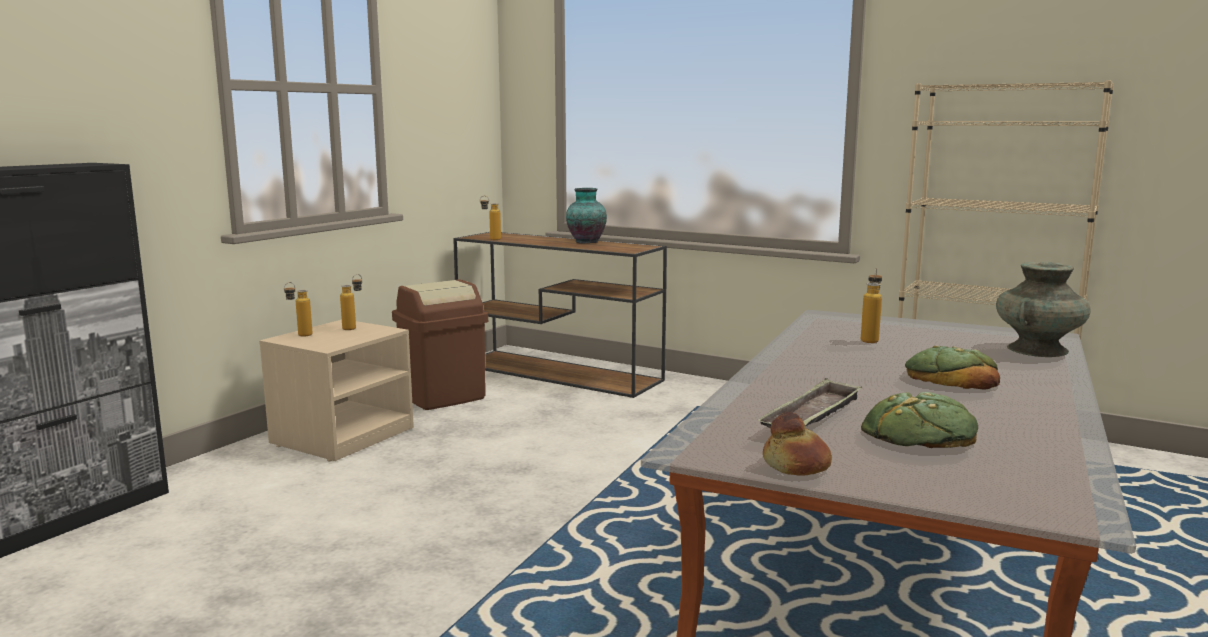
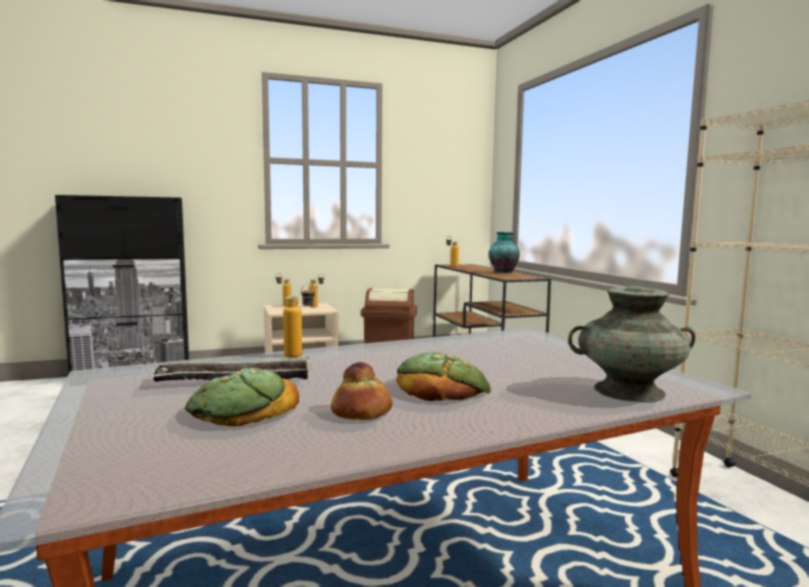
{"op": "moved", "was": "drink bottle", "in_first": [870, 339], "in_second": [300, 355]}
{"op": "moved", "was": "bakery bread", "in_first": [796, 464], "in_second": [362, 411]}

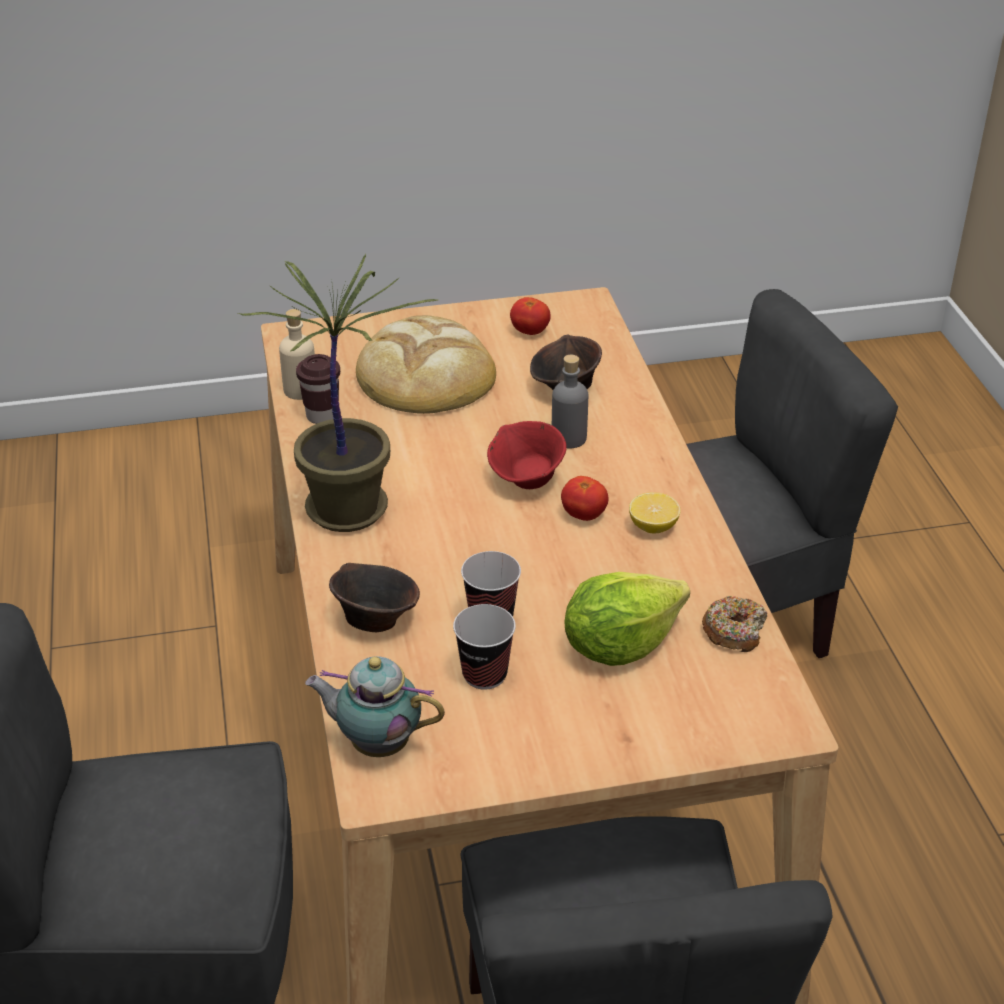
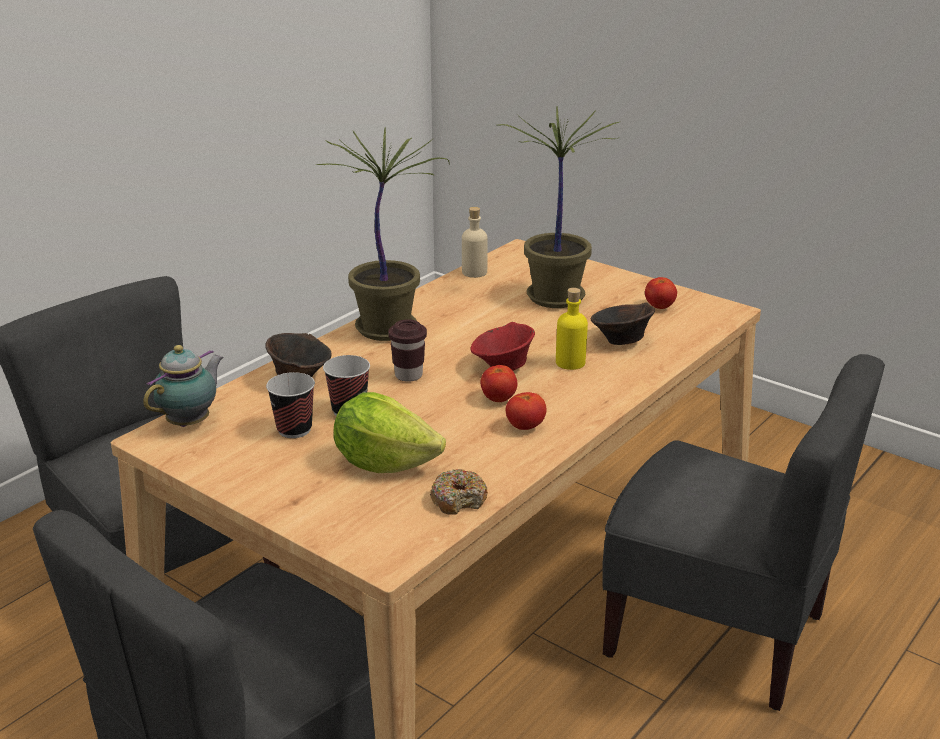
{"op": "turned", "was": "tea pot", "in_first": [376, 743], "in_second": [191, 422], "clockwise": 60}
{"op": "moved", "was": "brownish drinking cup", "in_first": [322, 416], "in_second": [408, 375]}
{"op": "replaced", "was": "bakery bread", "now": "houseplant", "in_first": [426, 374], "in_second": [553, 297]}
{"op": "replaced", "was": "whole lemon", "now": "tomato", "in_first": [653, 527], "in_second": [525, 427]}
{"op": "recoloured", "was": "grey drink bottle", "now": "yellow drink bottle", "in_first": [569, 438], "in_second": [570, 362]}

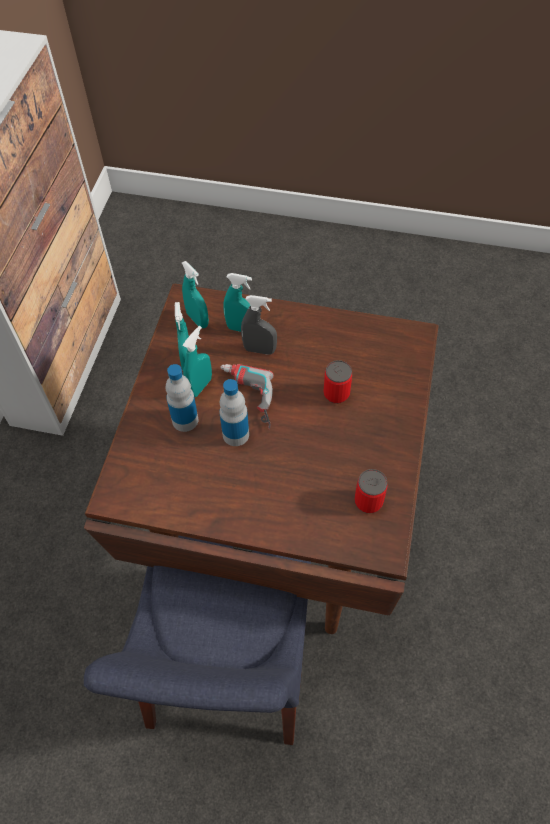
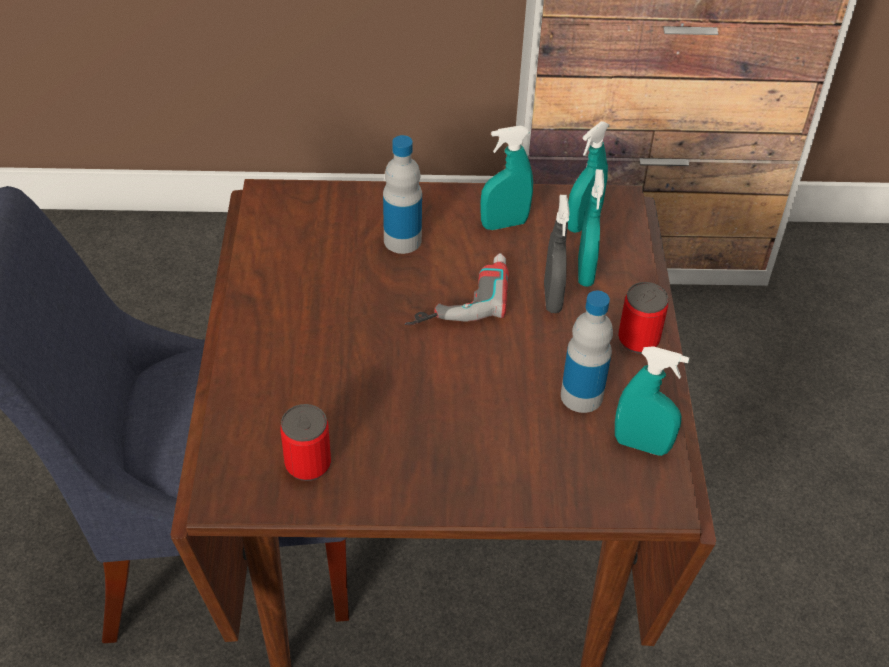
{"op": "moved", "was": "drink bottle", "in_first": [236, 434], "in_second": [581, 396]}
{"op": "moved", "was": "turquoise sprayer", "in_first": [200, 386], "in_second": [641, 445]}
{"op": "moved", "was": "can", "in_first": [336, 393], "in_second": [638, 340]}

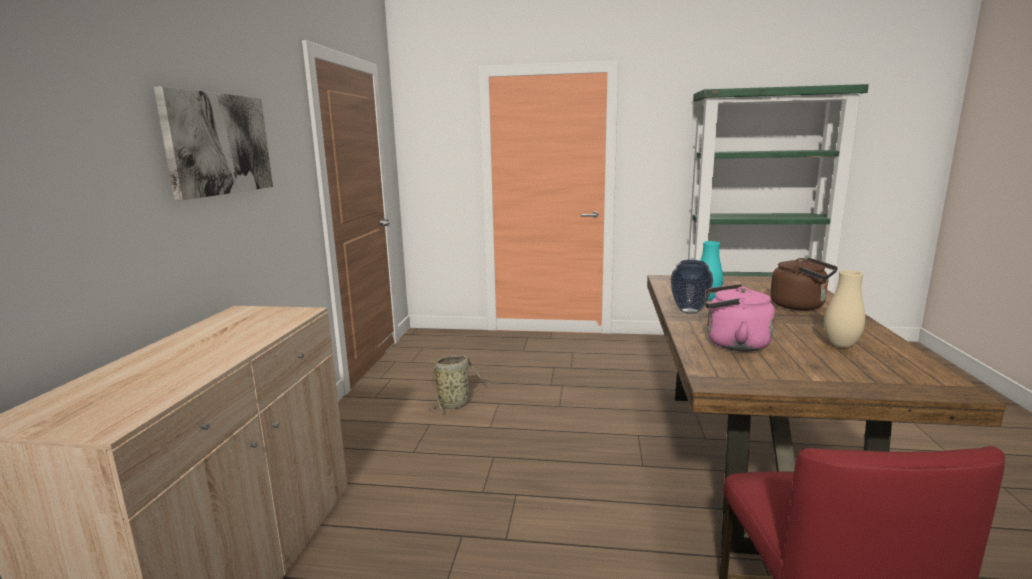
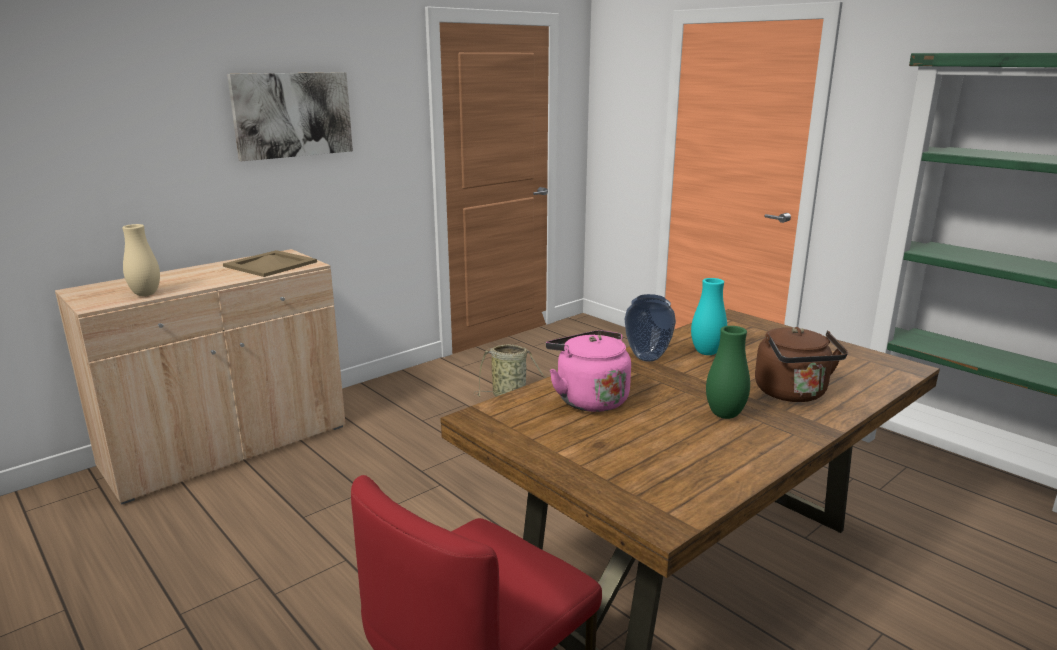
{"op": "moved", "was": "beige flower vase", "in_first": [840, 345], "in_second": [146, 294]}
{"op": "added", "now": "beige tray", "in_second": [271, 264]}
{"op": "added", "now": "green-coloured flower vase", "in_second": [724, 415]}

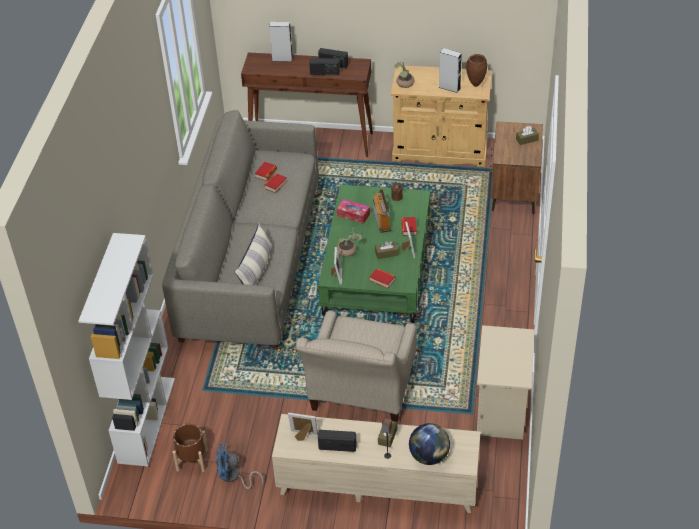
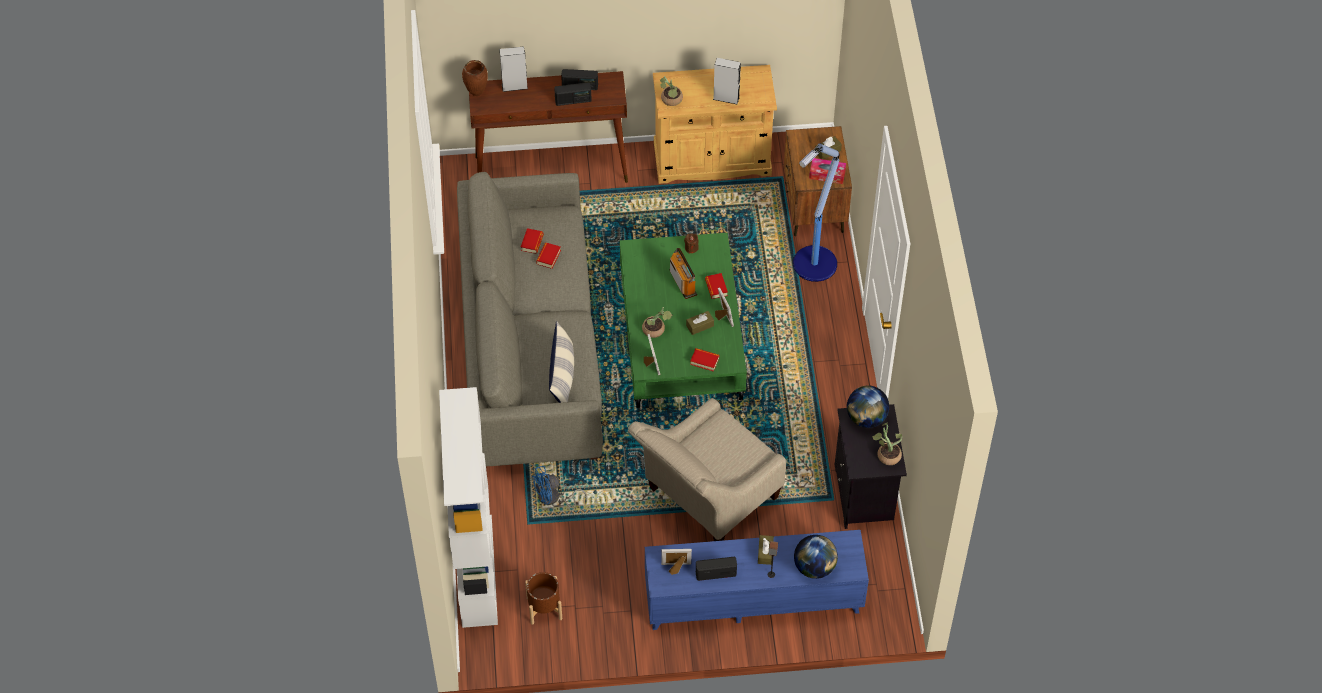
{"op": "moved", "was": "brownish flower vase", "in_first": [475, 85], "in_second": [476, 94]}
{"op": "moved", "was": "bluish cooling fan", "in_first": [233, 477], "in_second": [553, 498]}
{"op": "turned", "was": "beige armchair", "in_first": [360, 395], "in_second": [706, 499], "clockwise": 45}
{"op": "recoloured", "was": "beige tv unit", "now": "bluish tv unit", "in_first": [377, 484], "in_second": [753, 599]}
{"op": "added", "now": "floor lamp", "in_second": [814, 265]}
{"op": "moved", "was": "box of tissues", "in_first": [353, 215], "in_second": [827, 174]}
{"op": "recoloured", "was": "beige nightstand", "now": "blackish nightstand", "in_first": [501, 414], "in_second": [865, 495]}
{"op": "added", "now": "globe", "in_second": [866, 418]}
{"op": "added", "now": "houseplant", "in_second": [886, 454]}

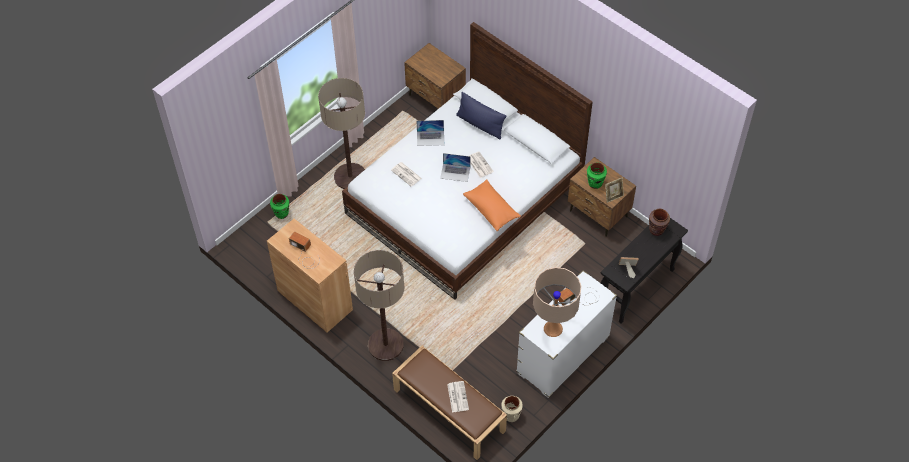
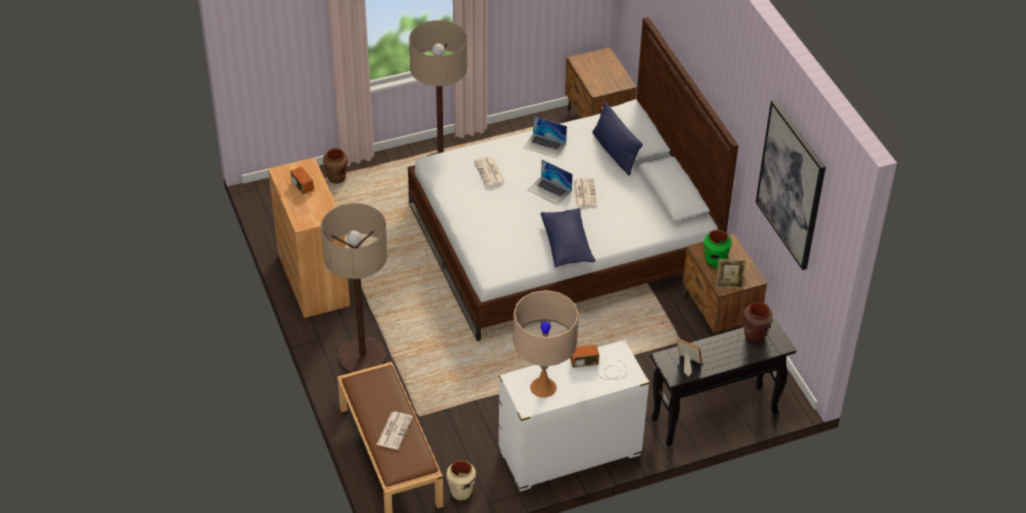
{"op": "recoloured", "was": "green-coloured flower vase", "now": "brownish flower vase", "in_first": [282, 214], "in_second": [336, 178]}
{"op": "recoloured", "was": "orange-coloured cushion", "now": "bluish cushion", "in_first": [491, 210], "in_second": [567, 245]}
{"op": "added", "now": "wall picture", "in_second": [791, 184]}

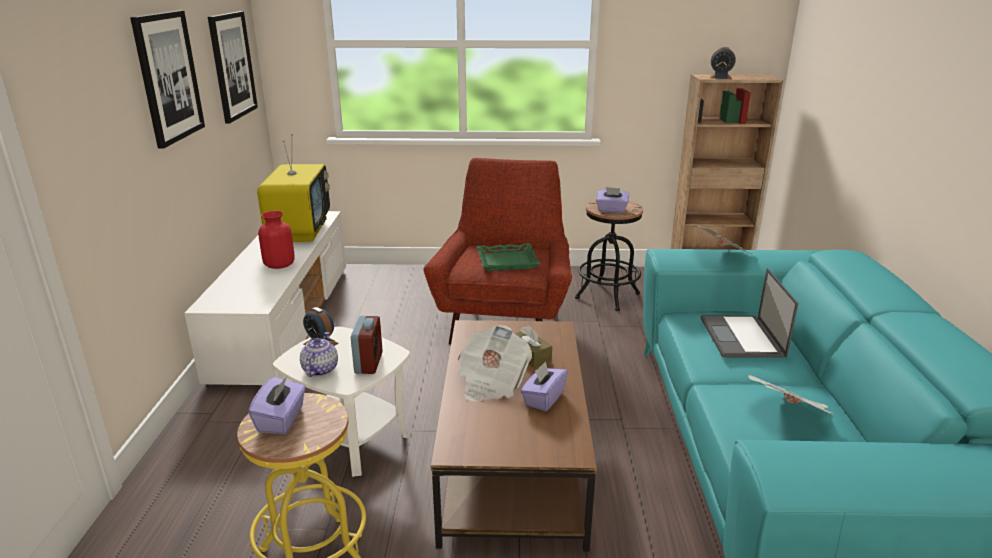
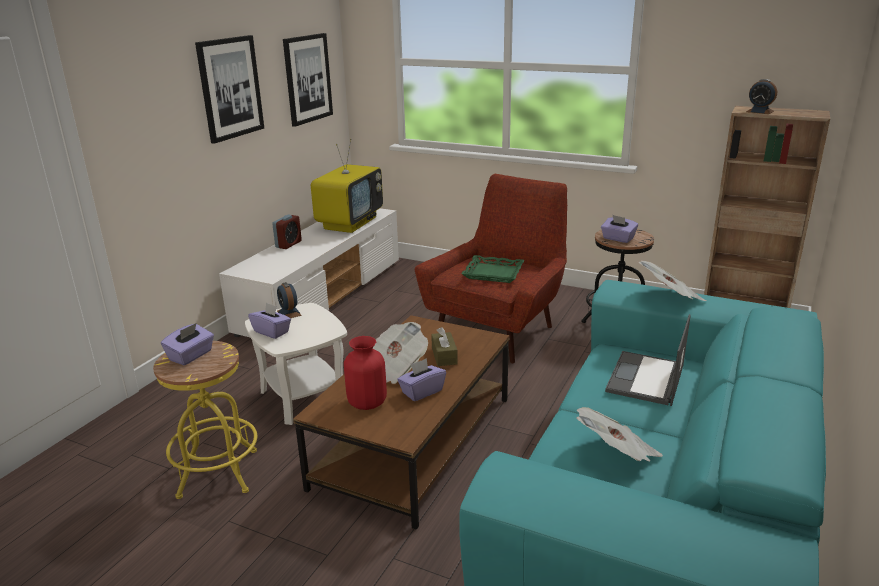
{"op": "replaced", "was": "tea pot", "now": "purple box of tissues", "in_first": [320, 369], "in_second": [272, 332]}
{"op": "moved", "was": "bedside clock", "in_first": [368, 363], "in_second": [288, 244]}
{"op": "moved", "was": "reddish flower vase", "in_first": [279, 265], "in_second": [367, 402]}

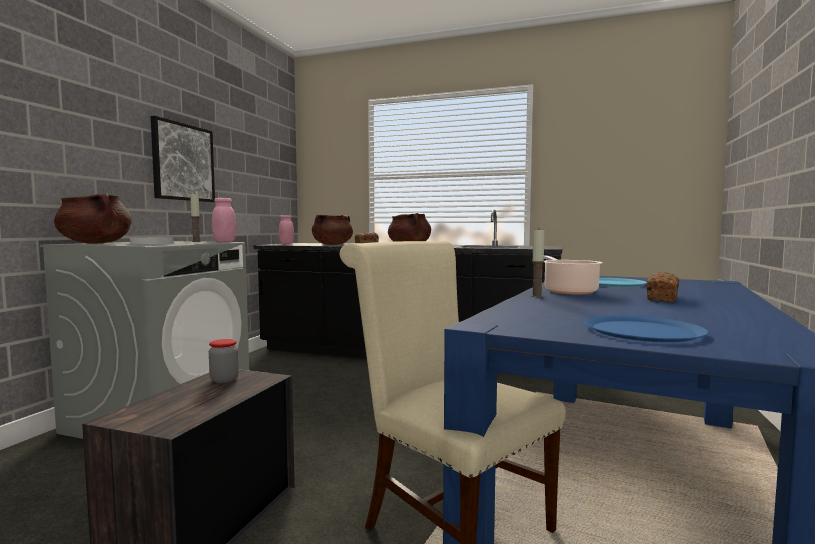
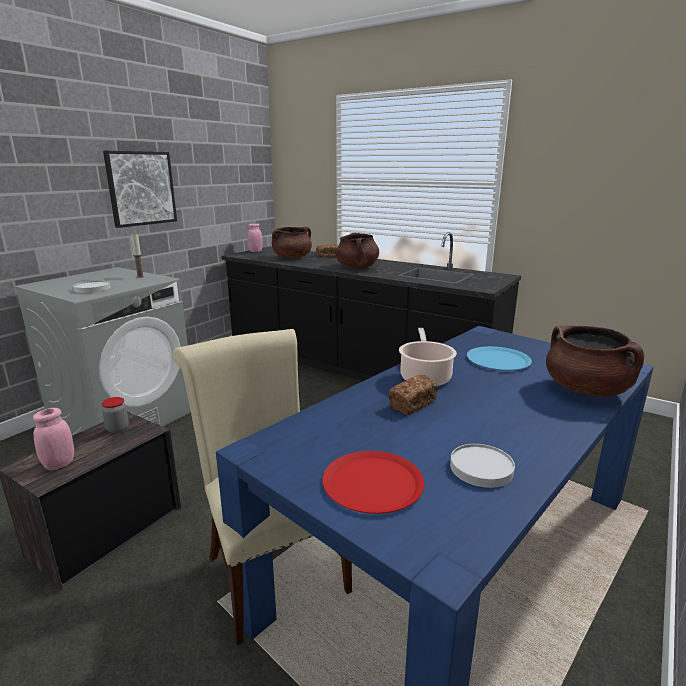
{"op": "moved", "was": "pinkish storage jar", "in_first": [224, 241], "in_second": [59, 464]}
{"op": "recoloured", "was": "bluish flat dish", "now": "reddish flat dish", "in_first": [643, 331], "in_second": [373, 483]}
{"op": "moved", "was": "bakery bread", "in_first": [662, 298], "in_second": [412, 404]}
{"op": "added", "now": "white flat dish", "in_second": [481, 468]}
{"op": "moved", "was": "brownish saucepot", "in_first": [96, 243], "in_second": [586, 390]}
{"op": "removed", "was": "wax light", "in_first": [537, 296]}

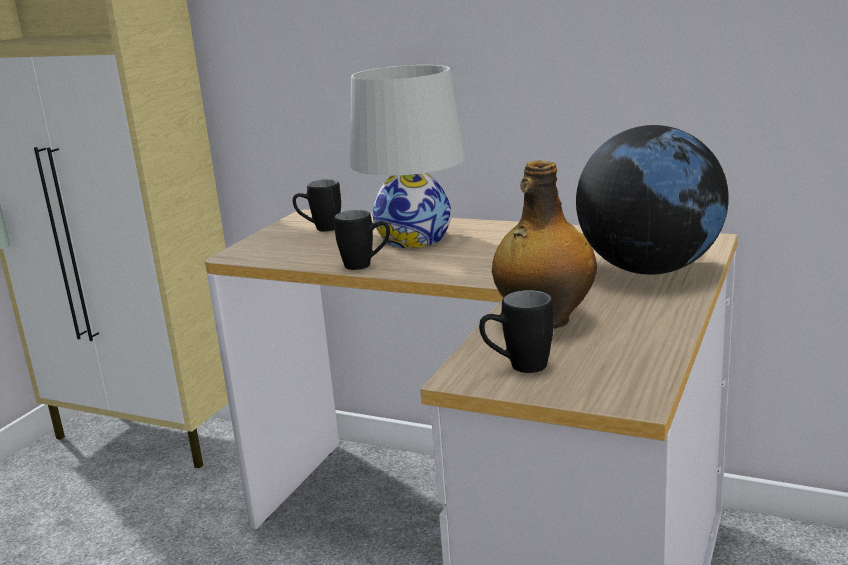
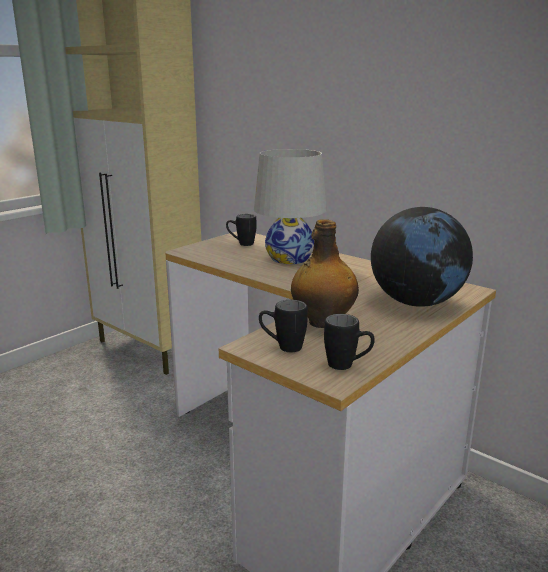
{"op": "moved", "was": "blackish mug", "in_first": [366, 265], "in_second": [347, 366]}

